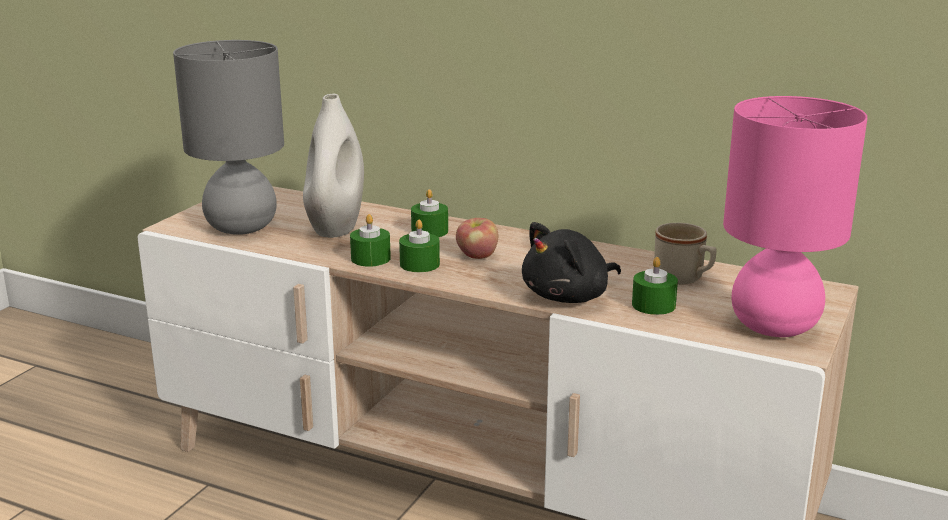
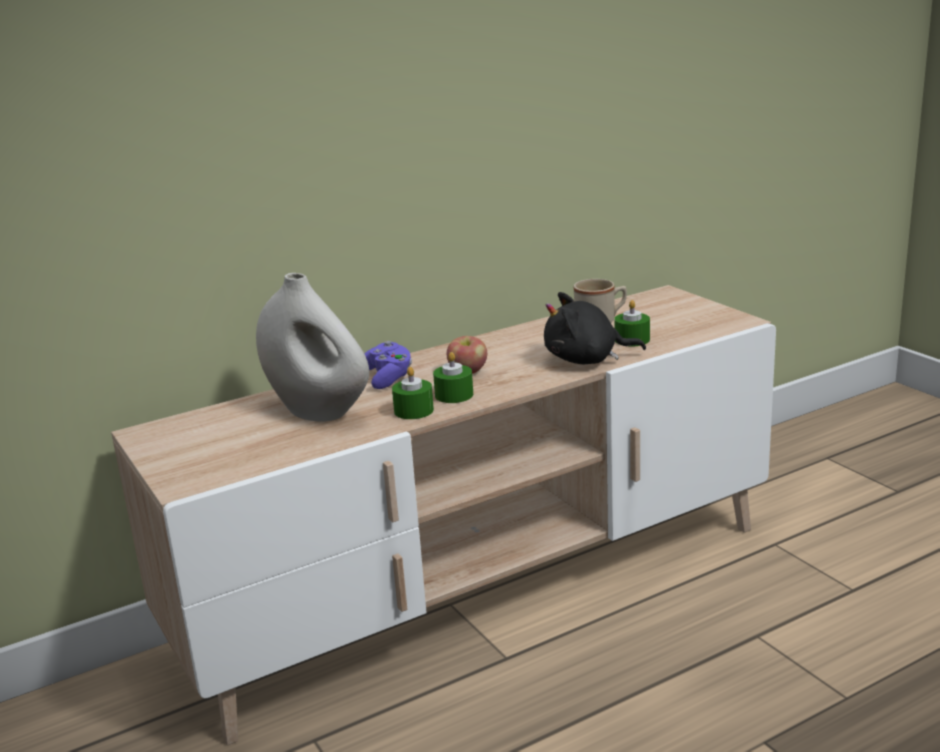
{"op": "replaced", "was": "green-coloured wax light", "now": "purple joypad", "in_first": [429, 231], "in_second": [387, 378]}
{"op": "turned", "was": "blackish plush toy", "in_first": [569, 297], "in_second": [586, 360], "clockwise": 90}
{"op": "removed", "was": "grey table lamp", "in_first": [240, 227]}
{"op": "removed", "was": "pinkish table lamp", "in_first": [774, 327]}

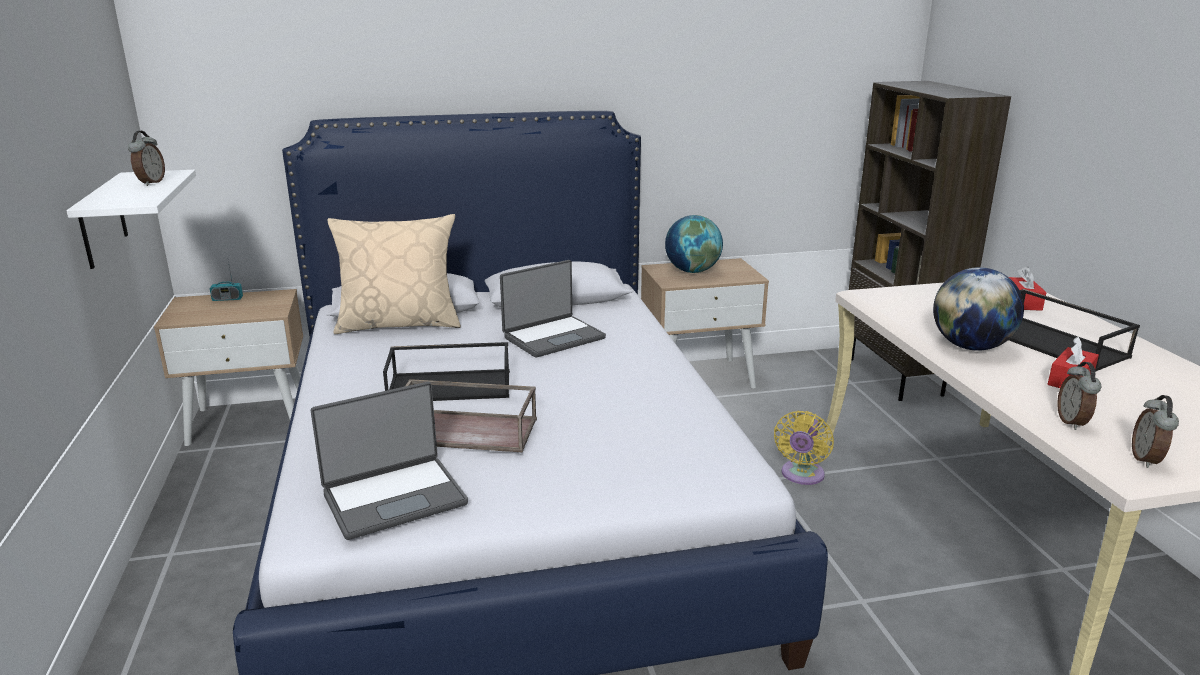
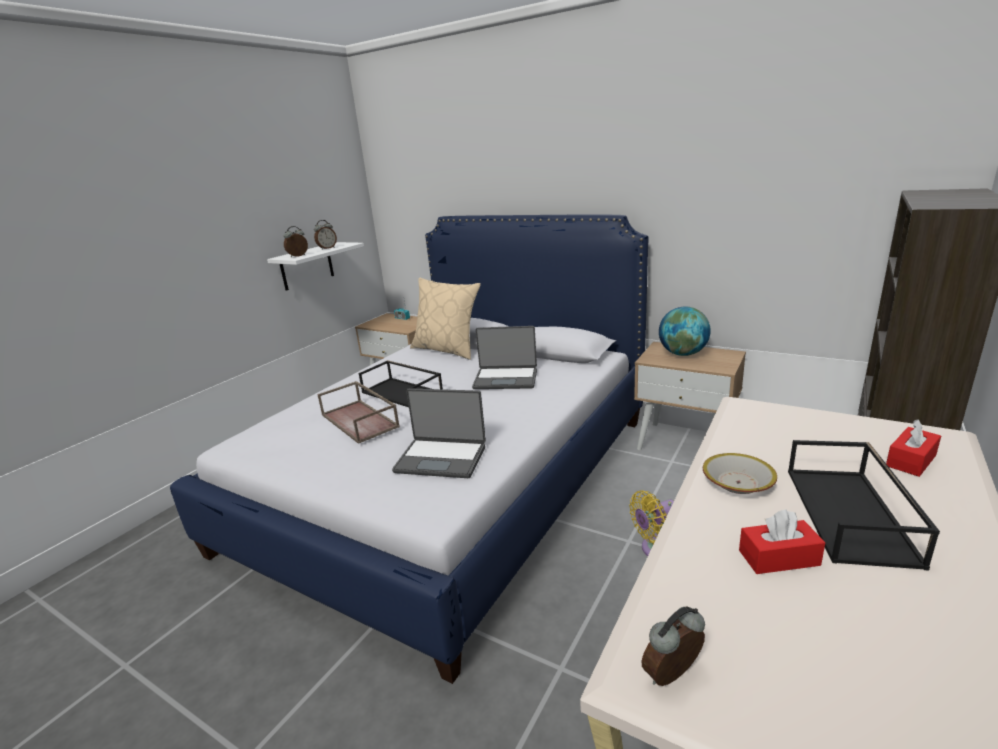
{"op": "moved", "was": "bedside clock", "in_first": [1073, 422], "in_second": [298, 256]}
{"op": "moved", "was": "notebook computer", "in_first": [394, 497], "in_second": [441, 458]}
{"op": "replaced", "was": "globe", "now": "deep dish", "in_first": [970, 347], "in_second": [738, 483]}

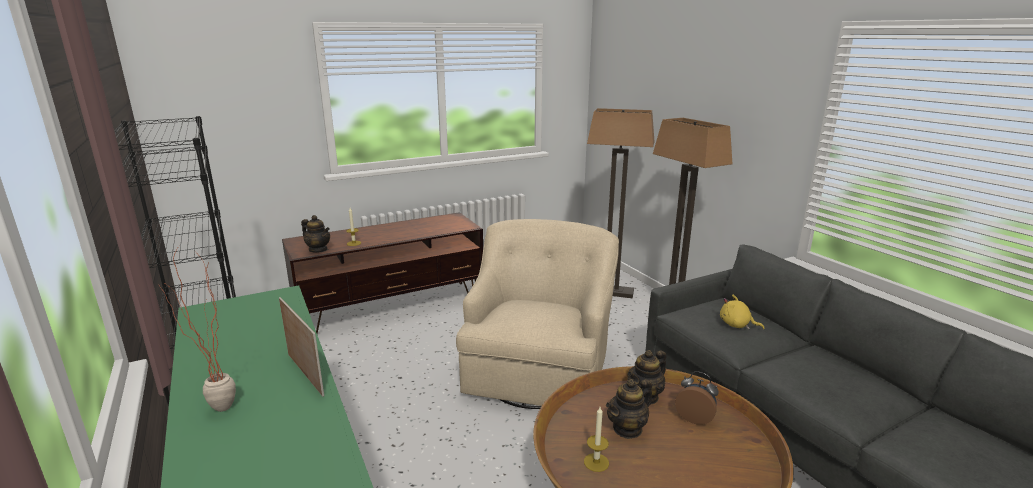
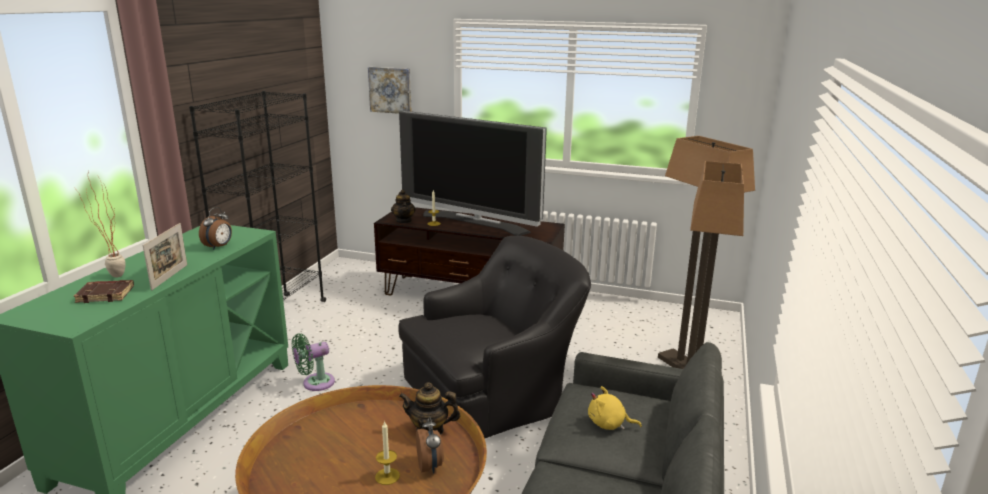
{"op": "added", "now": "brownish book", "in_second": [106, 294]}
{"op": "added", "now": "bedside clock", "in_second": [219, 247]}
{"op": "added", "now": "green-coloured cooling fan", "in_second": [315, 383]}
{"op": "added", "now": "wall picture", "in_second": [391, 90]}
{"op": "moved", "was": "wax light", "in_first": [596, 462], "in_second": [387, 476]}
{"op": "recoloured", "was": "beige armchair", "now": "blackish armchair", "in_first": [539, 367], "in_second": [494, 394]}
{"op": "added", "now": "TV", "in_second": [474, 223]}
{"op": "turned", "was": "yellow plush toy", "in_first": [737, 325], "in_second": [609, 424], "clockwise": -60}
{"op": "removed", "was": "tea pot", "in_first": [627, 429]}

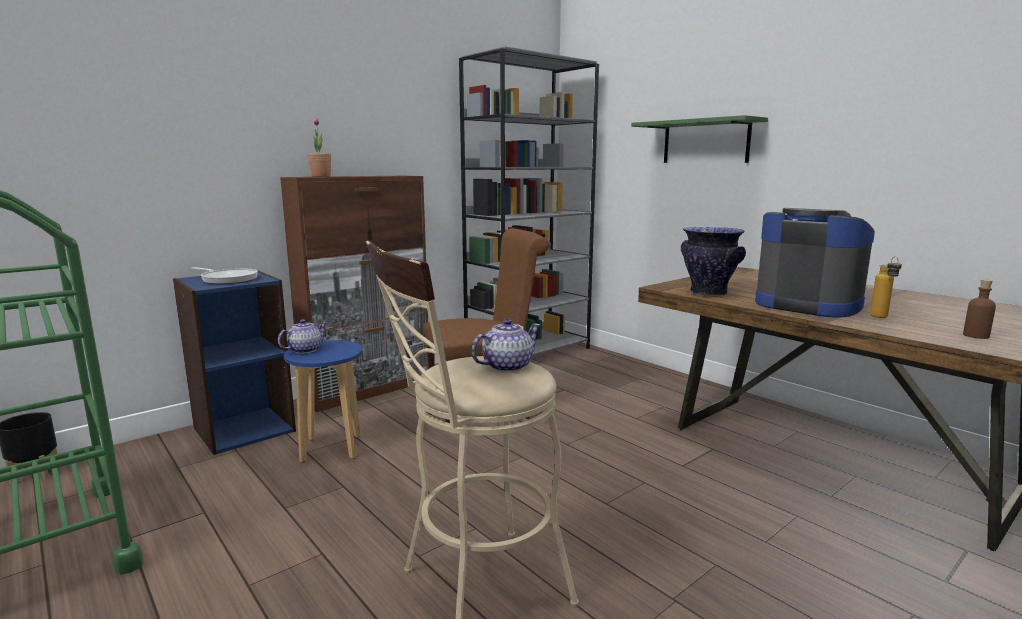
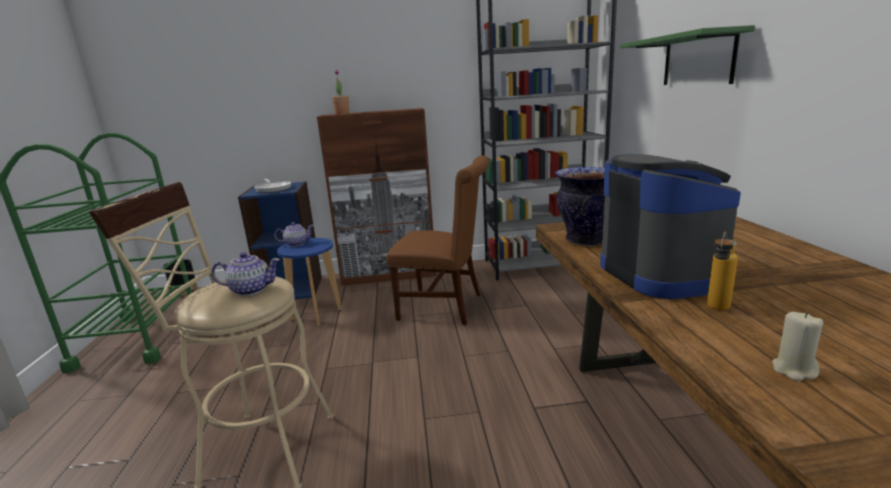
{"op": "replaced", "was": "brownish drink bottle", "now": "beige wax light", "in_first": [976, 336], "in_second": [794, 370]}

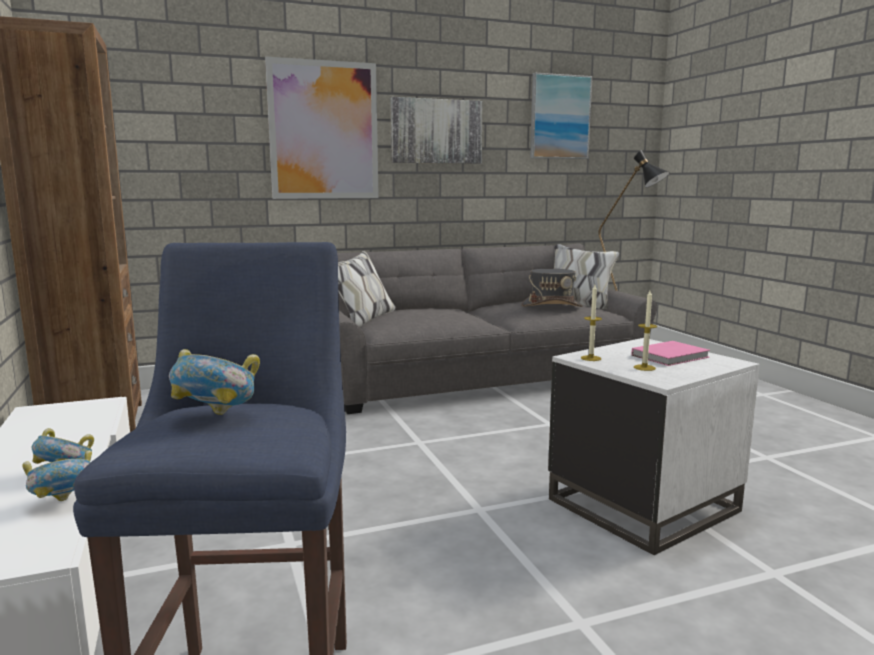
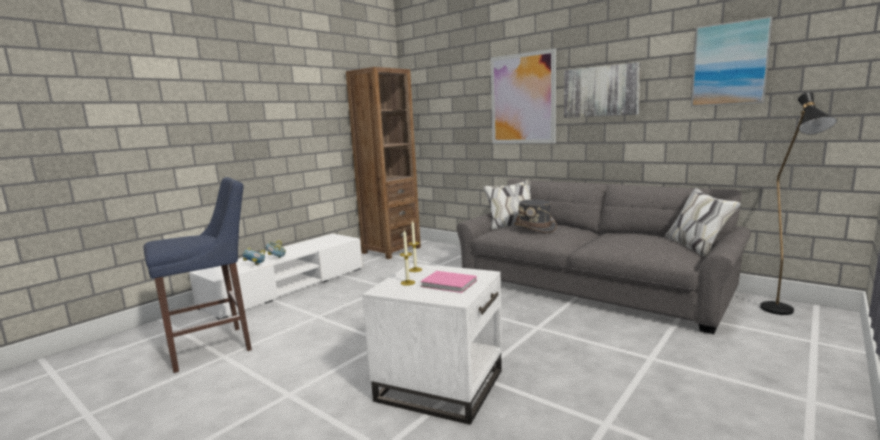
{"op": "moved", "was": "grey hat", "in_first": [551, 306], "in_second": [535, 228]}
{"op": "removed", "was": "deep dish", "in_first": [216, 417]}

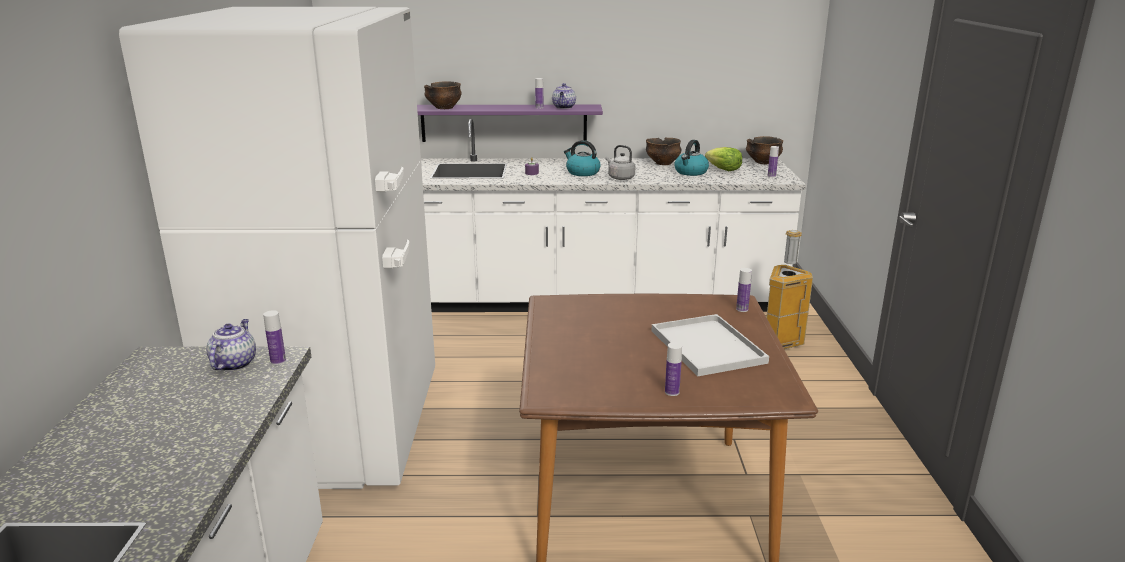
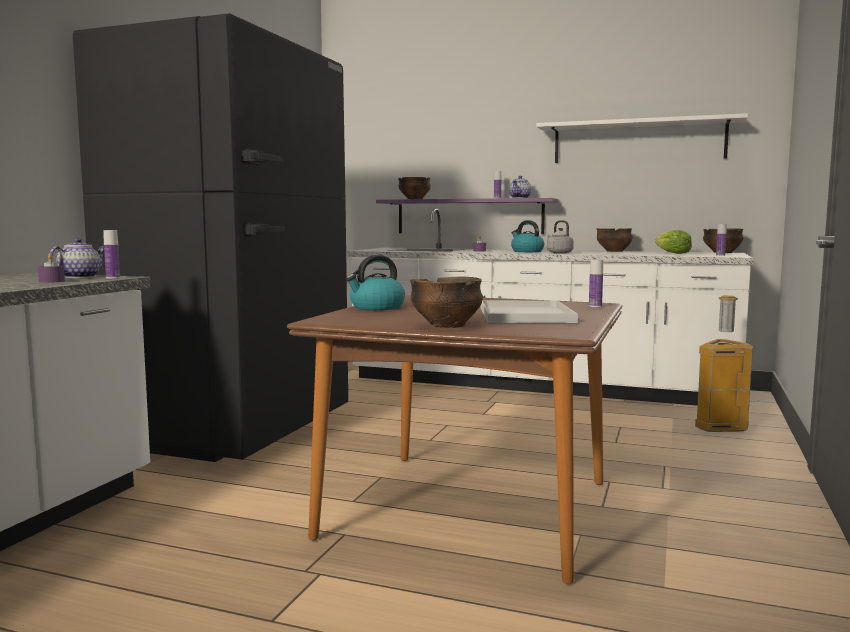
{"op": "added", "now": "purple wax light", "in_second": [52, 281]}
{"op": "recoloured", "was": "white fridge", "now": "blackish fridge", "in_first": [340, 428], "in_second": [237, 429]}
{"op": "moved", "was": "water kettle", "in_first": [690, 172], "in_second": [376, 307]}
{"op": "replaced", "was": "drink bottle", "now": "deep dish", "in_first": [672, 392], "in_second": [447, 325]}
{"op": "added", "now": "white bracket shelf", "in_second": [638, 141]}

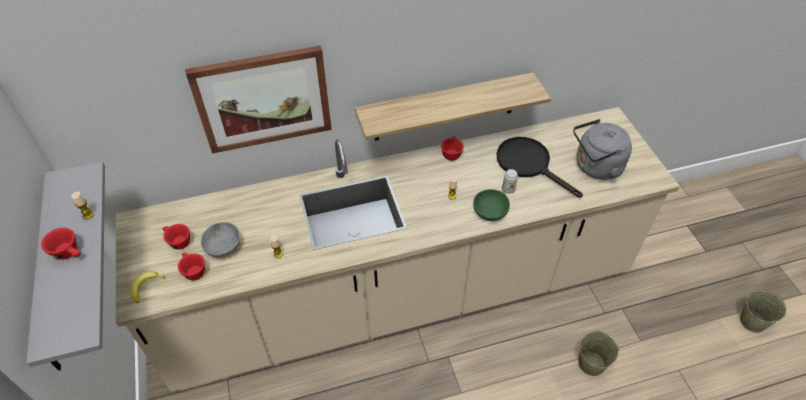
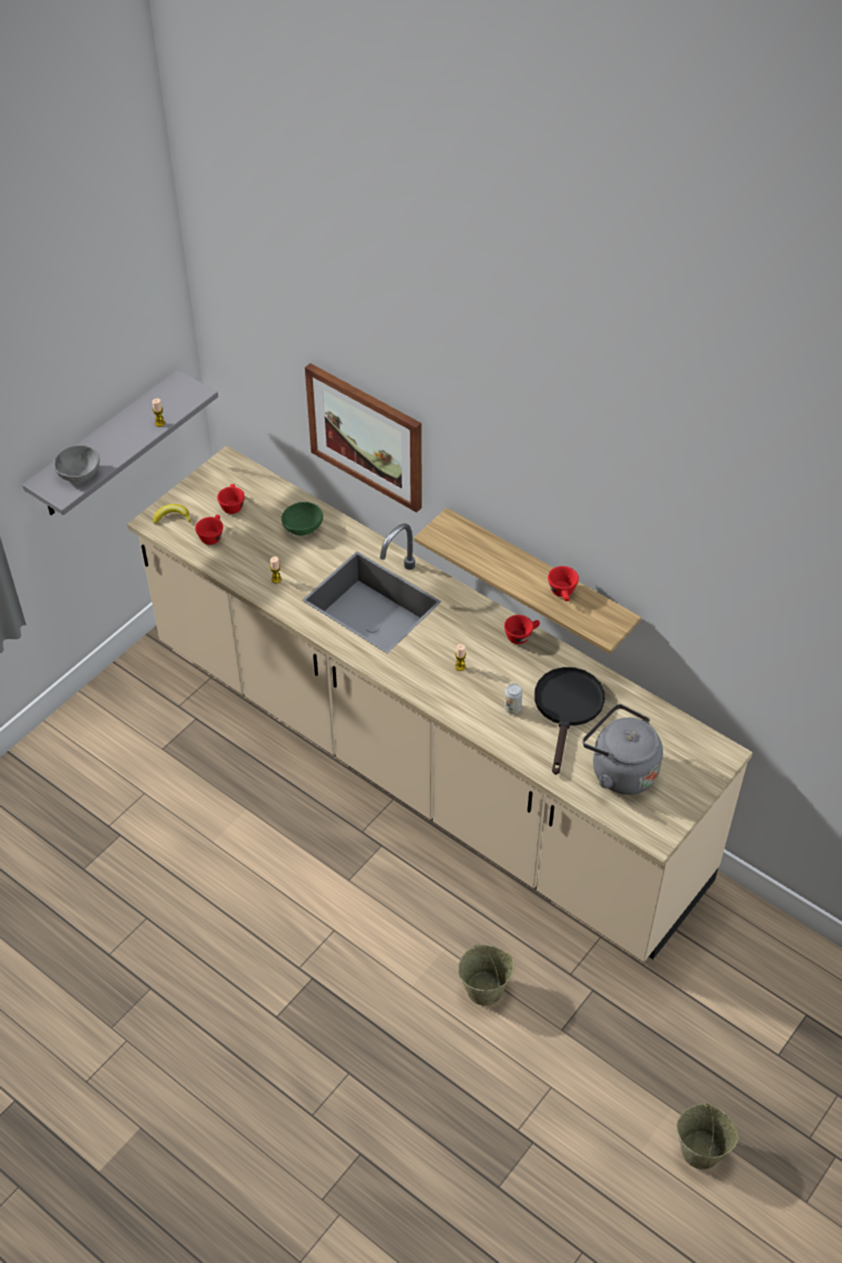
{"op": "moved", "was": "grey deep dish", "in_first": [224, 247], "in_second": [79, 474]}
{"op": "moved", "was": "green-coloured deep dish", "in_first": [489, 213], "in_second": [302, 527]}
{"op": "moved", "was": "reddish drinking cup", "in_first": [69, 253], "in_second": [563, 593]}

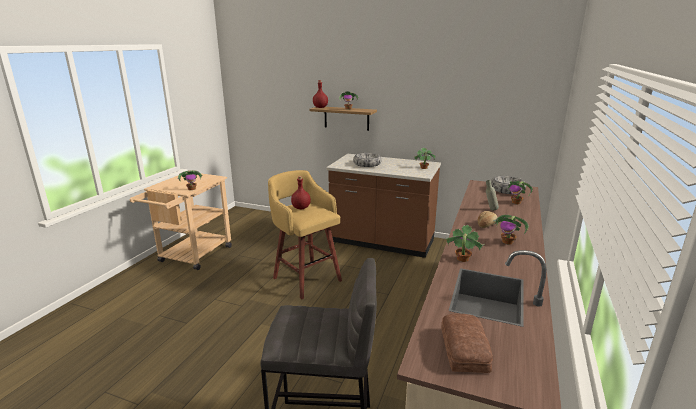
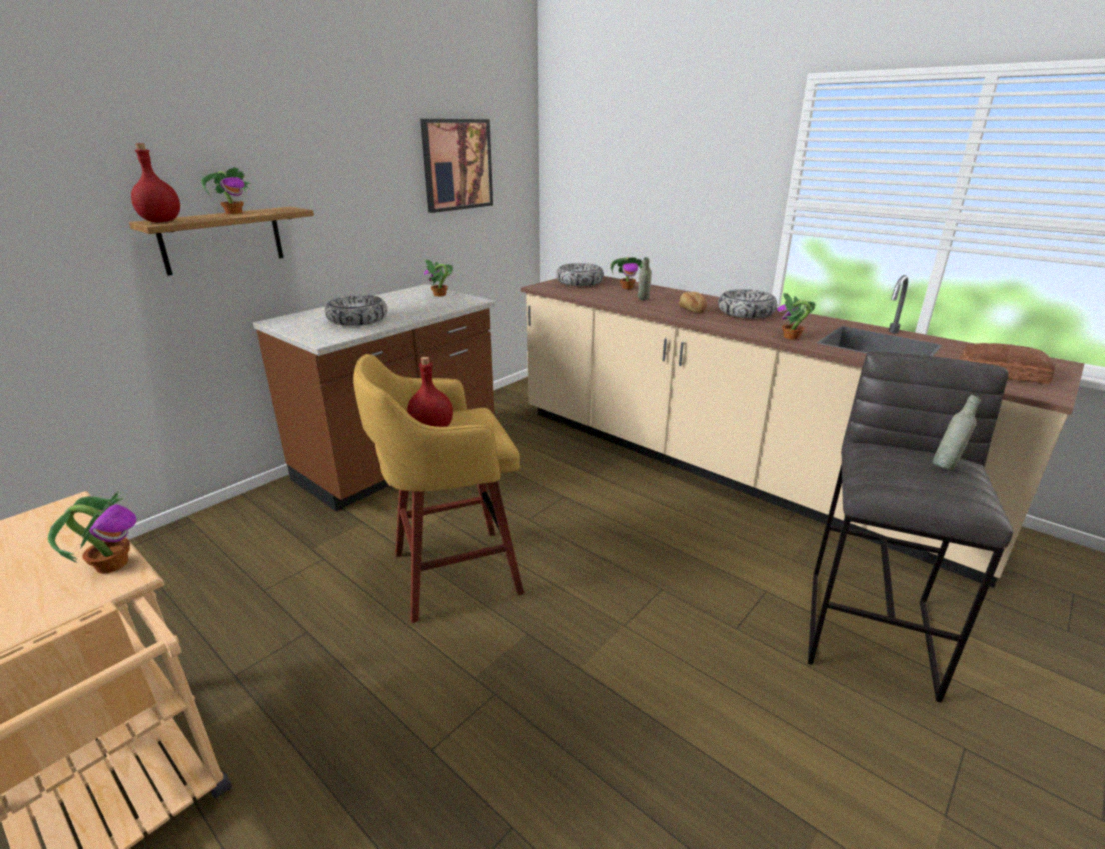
{"op": "added", "now": "wall picture", "in_second": [457, 165]}
{"op": "replaced", "was": "houseplant", "now": "deep dish", "in_first": [508, 242], "in_second": [746, 312]}
{"op": "added", "now": "grey drink bottle", "in_second": [946, 466]}

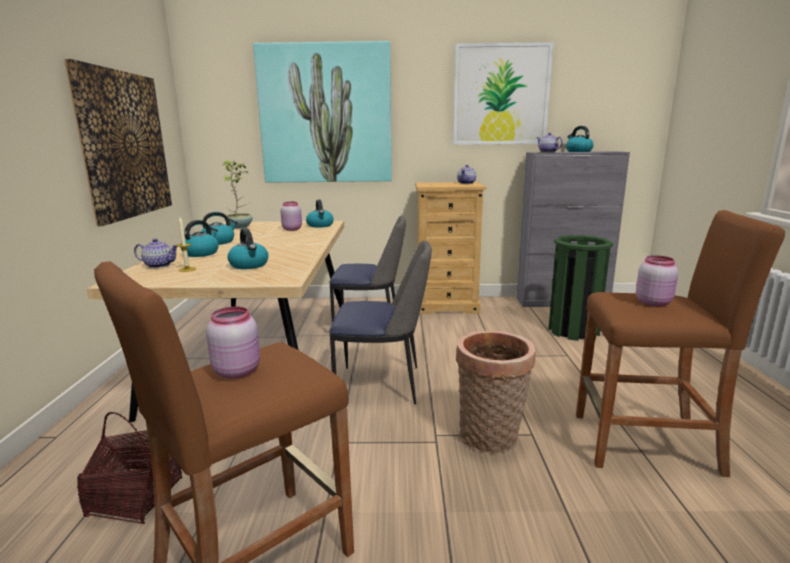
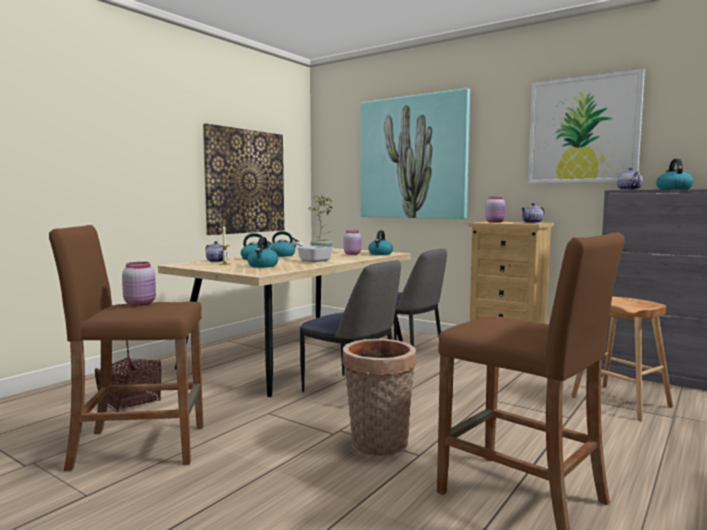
{"op": "added", "now": "skillet", "in_second": [312, 260]}
{"op": "moved", "was": "pinkish storage jar", "in_first": [653, 302], "in_second": [495, 222]}
{"op": "replaced", "was": "green-coloured trash can", "now": "brownish sitting stool", "in_first": [573, 330], "in_second": [620, 402]}

